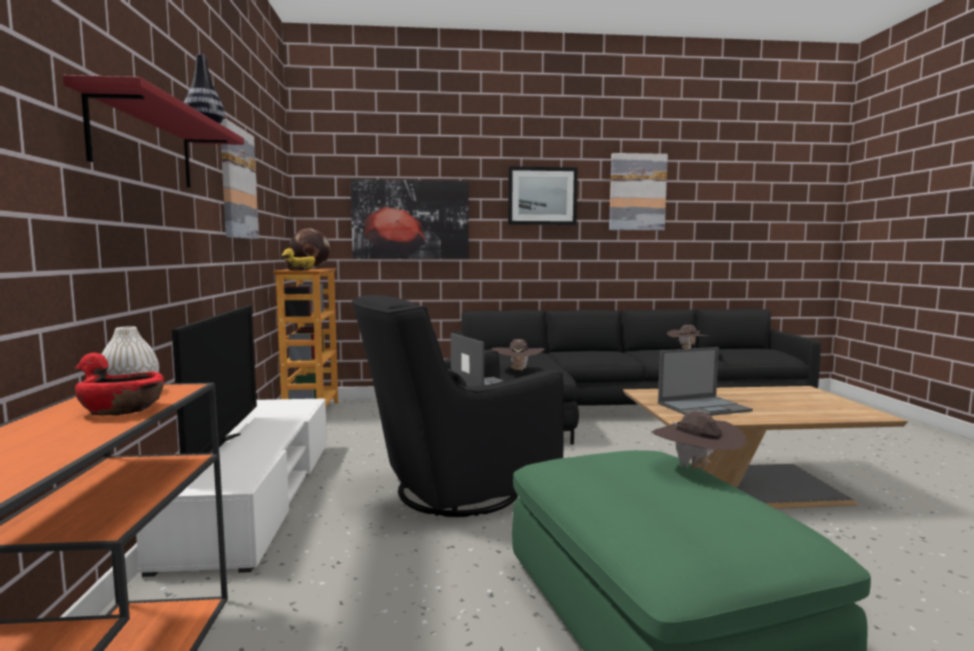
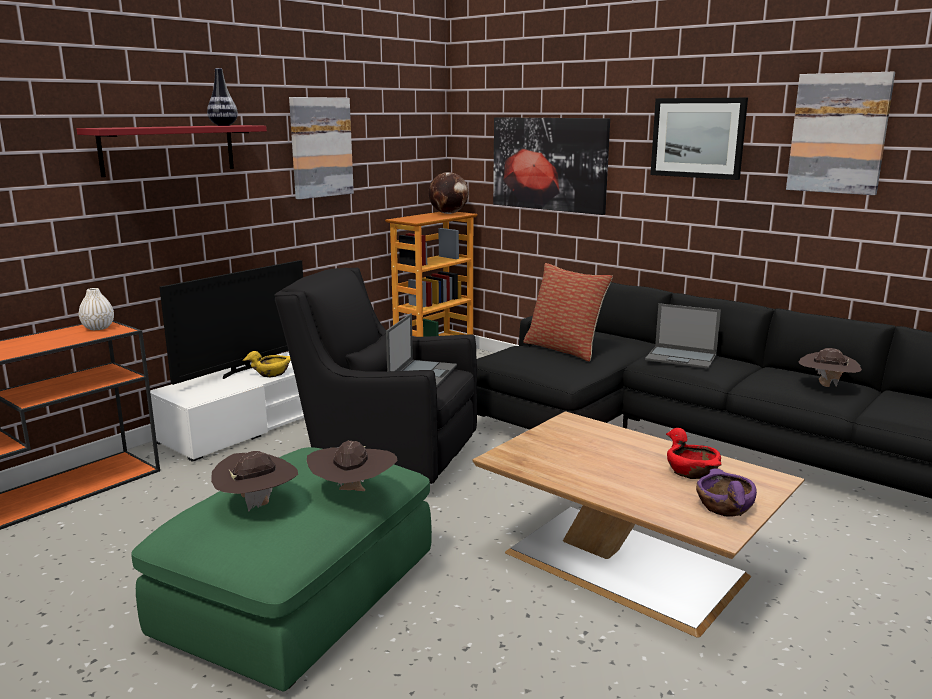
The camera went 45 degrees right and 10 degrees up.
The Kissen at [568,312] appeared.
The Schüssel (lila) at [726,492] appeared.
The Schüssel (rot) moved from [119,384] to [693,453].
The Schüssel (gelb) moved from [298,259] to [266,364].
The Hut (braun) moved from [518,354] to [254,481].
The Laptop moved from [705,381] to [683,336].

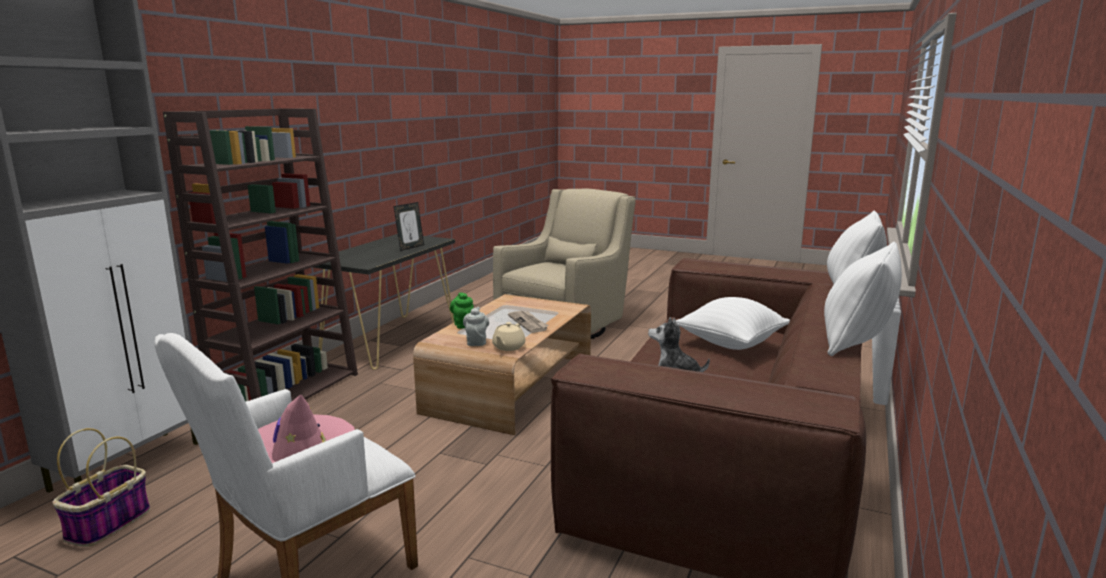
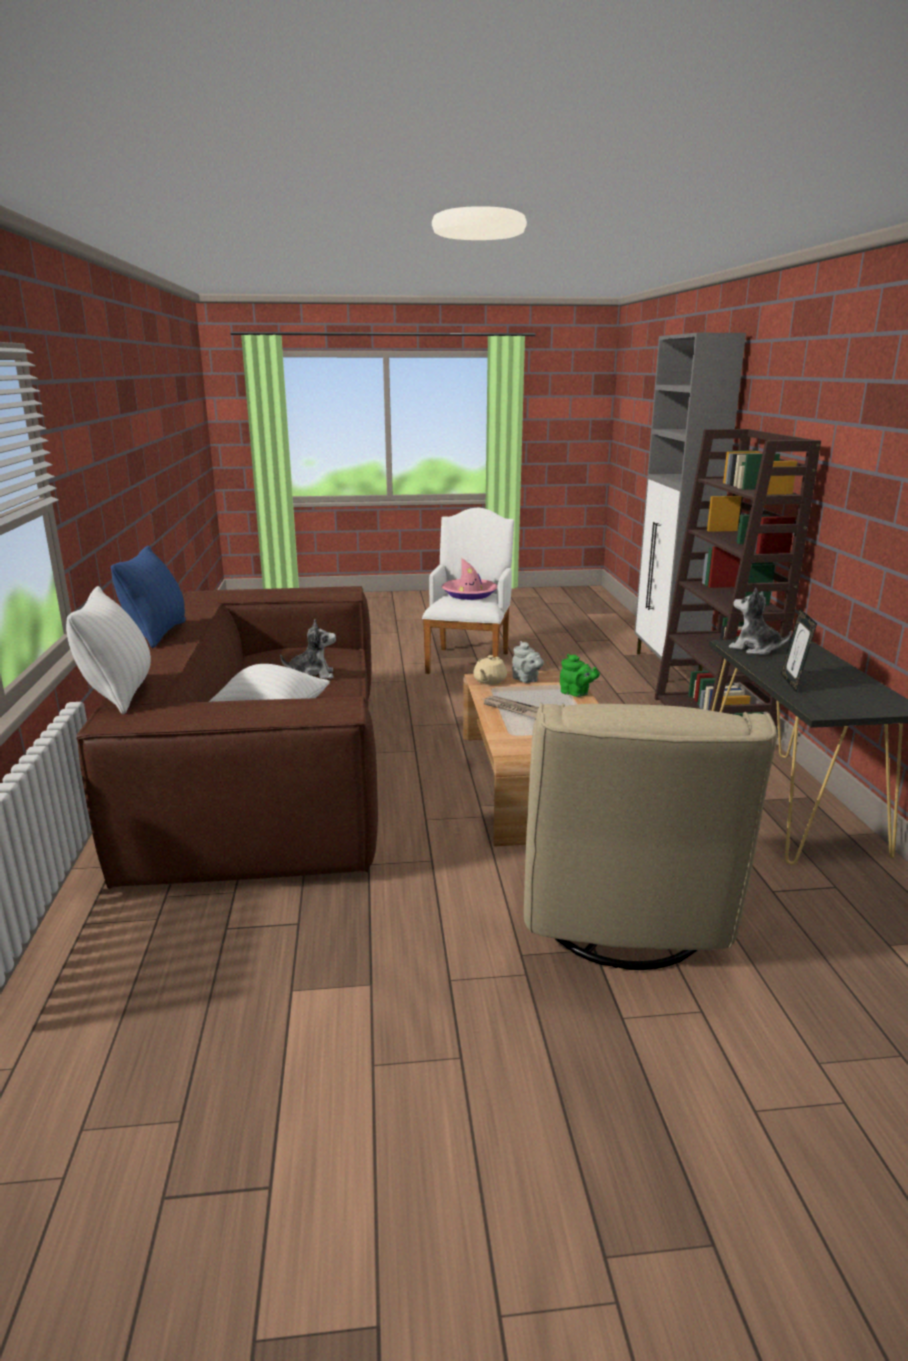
The camera went 150 degrees right and 5 degrees up.
The Korb at [101,487] disappeared.
The Plüschtier at [760,621] appeared.
The Kissen (weiß) at [863,299] became the Kissen (blau) at [148,597].
The Teekanne (beige) at [508,336] turned 150 degrees counterclockwise.

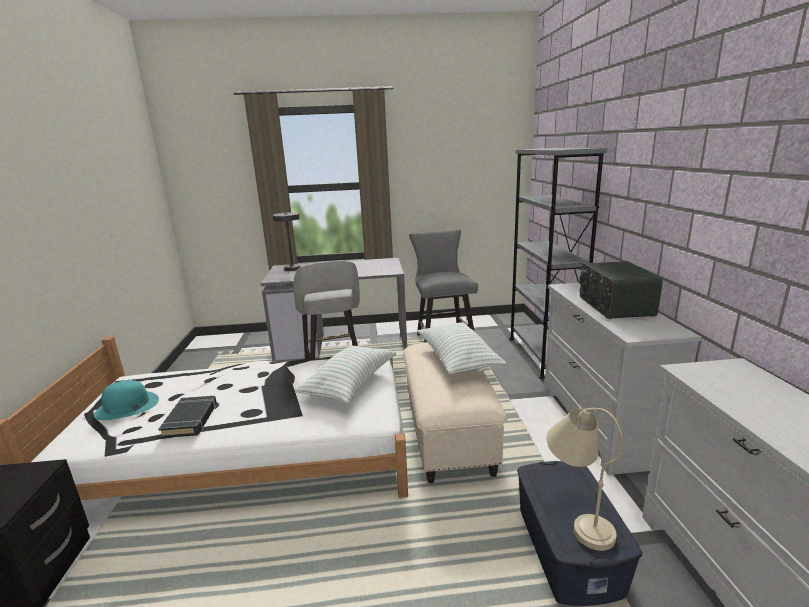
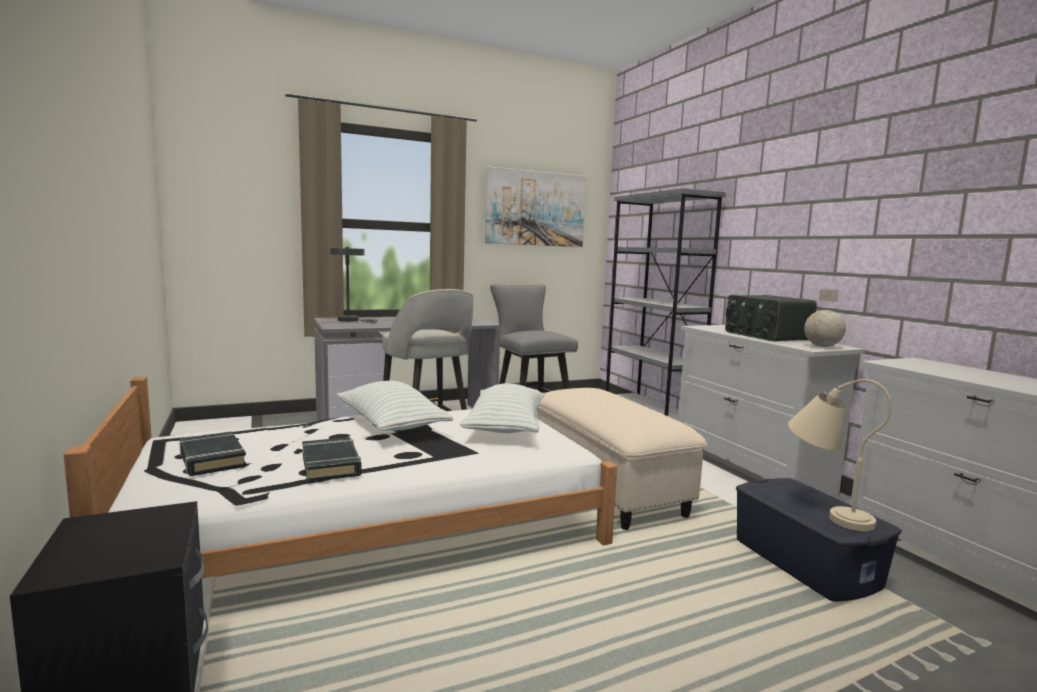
The camera went 20 degrees left and 10 degrees down.
The Bild at [535,206] appeared.
The Globus at [825,318] appeared.
The Kissen moved from [462,348] to [394,406].
The Hut (türkis) at [126,400] was replaced by the Buch (schwarz) at [212,453].

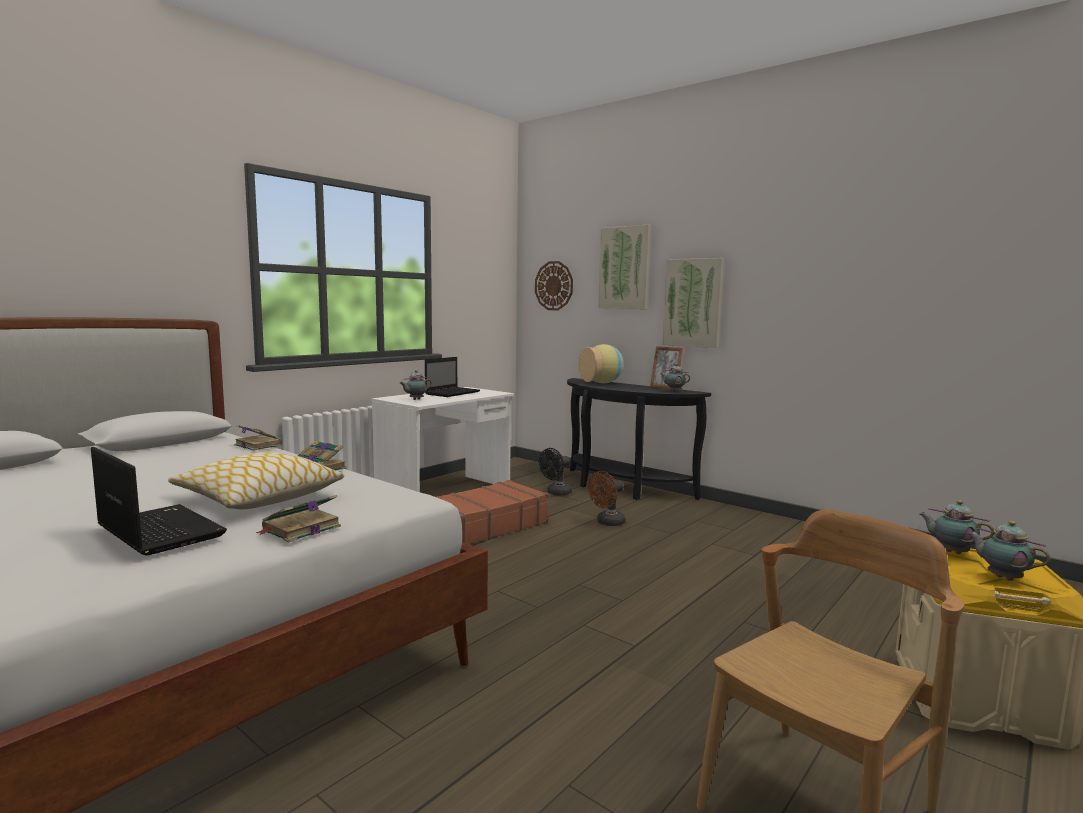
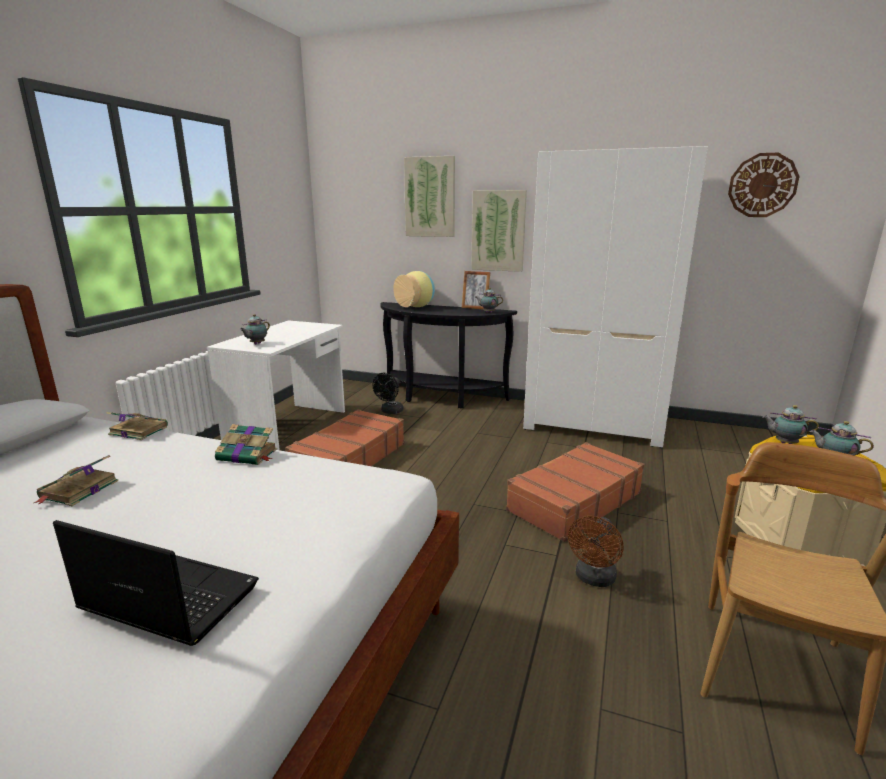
The camera went 20 degrees left and 10 degrees up.
The Kissen at [256,480] disappeared.
The Laptop at [452,377] disappeared.
The Koffer (braun) at [575,492] appeared.
The Kleiderschrank (weiß) at [615,297] appeared.
The Buch moved from [298,518] to [76,480].
The Wanduhr moved from [554,285] to [764,185].
The Ventilator (braun) moved from [607,498] to [596,551].

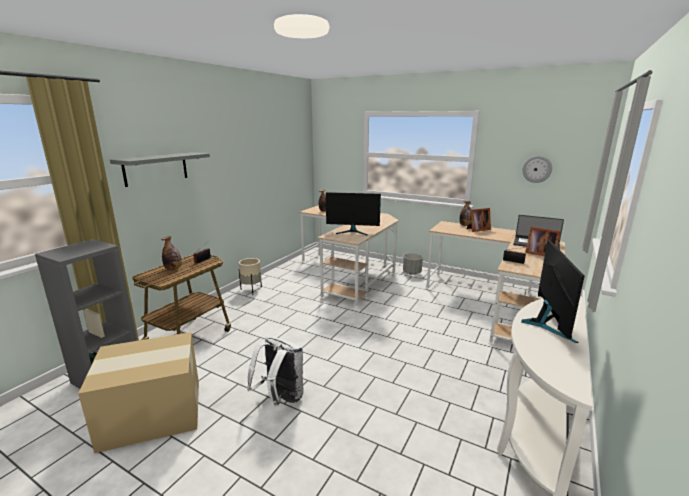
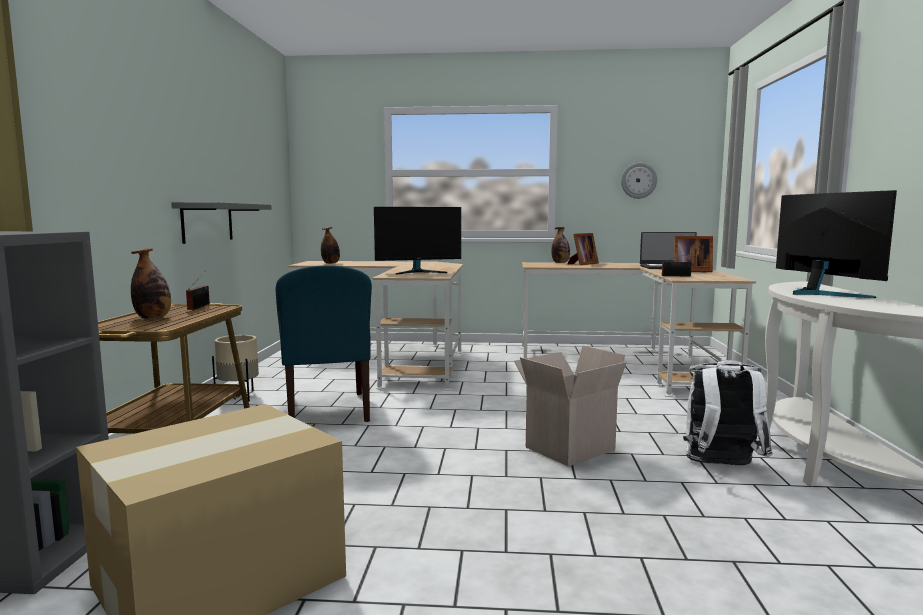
The camera went 25 degrees left and 10 degrees down.
The Pflanzkübel (grau) at [413,264] disappeared.
The Stuhl (blau) at [323,343] appeared.
The Karton at [570,406] appeared.
The Wandregal (grau) moved from [160,169] to [221,223].
The Rucksack (weiß) moved from [275,371] to [728,413].

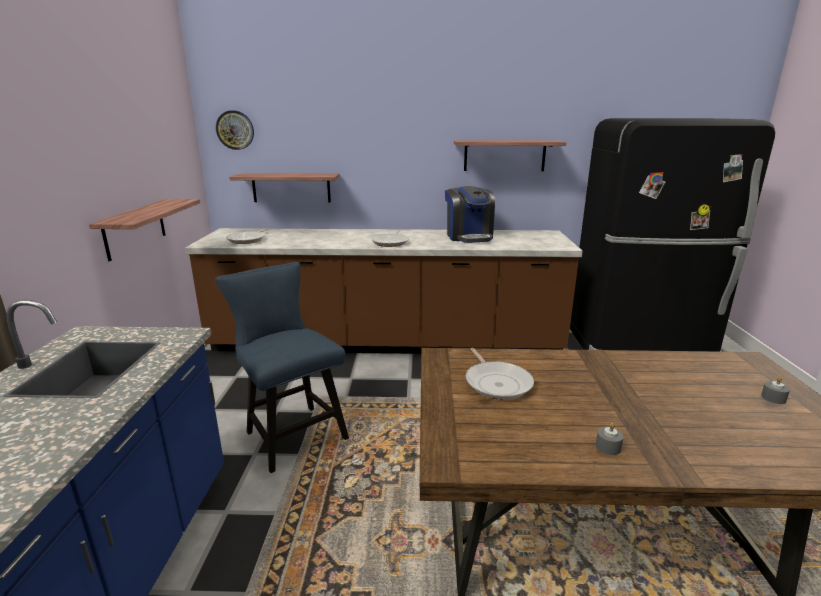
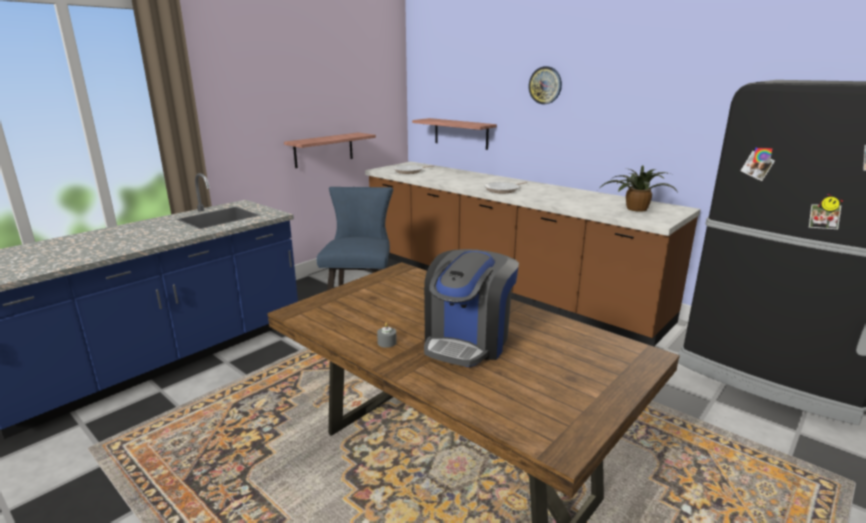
The camera went 40 degrees right and 0 degrees up.
The Wandregal at [510,155] disappeared.
The Pfanne at [500,374] disappeared.
The Kerze (grau) at [775,390] disappeared.
The Topfpflanze at [638,188] appeared.
The Wanduhr moved from [235,130] to [545,85].
The Kaffeemaschine moved from [470,214] to [471,308].

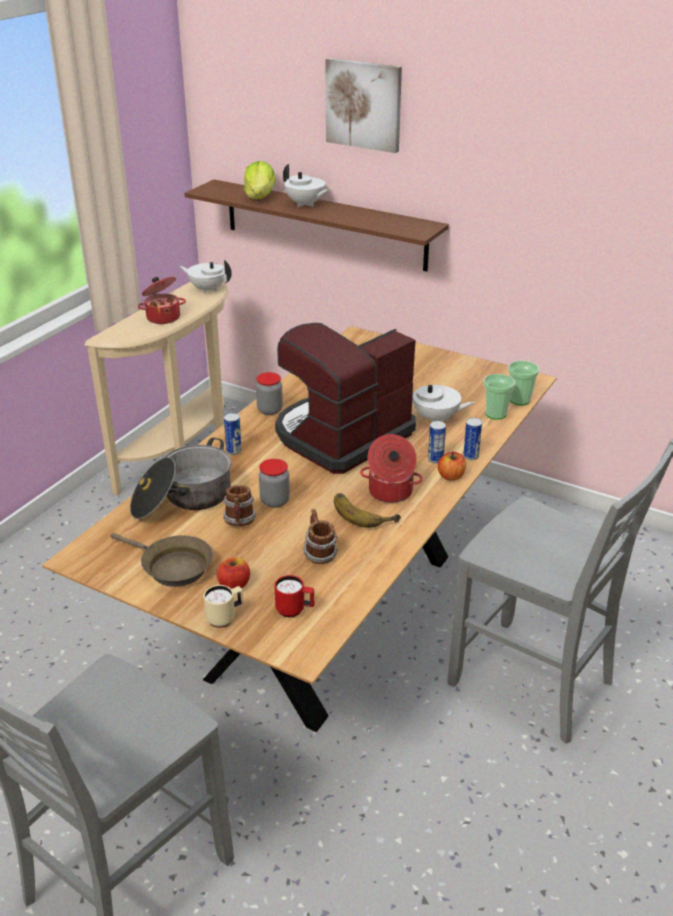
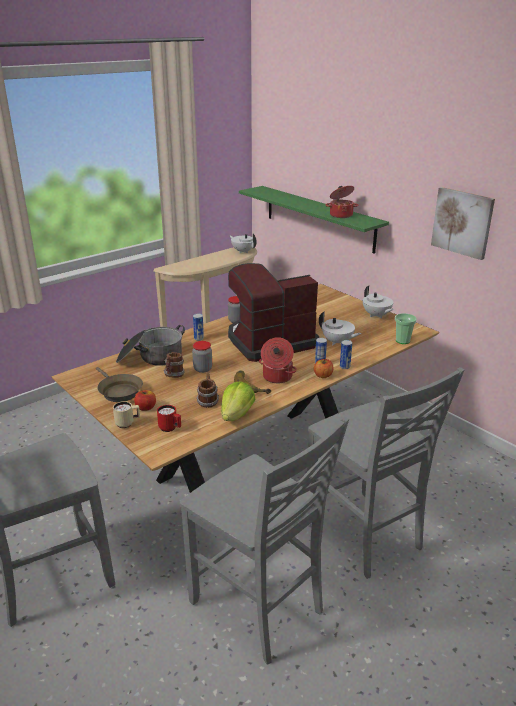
The camera went 20 degrees right and 5 degrees down.
The Tasse at [499,397] disappeared.
The Stuhl (grau) at [264,540] appeared.
The Kochtopf moved from [162,300] to [341,202].
The Salatkopf moved from [260,180] to [238,401].
The Teekanne (weiß) moved from [306,185] to [378,302].
The Bild moved from [363,105] to [463,223].
The Wandregal (braun) at [316,225] became the Wandregal (grün) at [314,220].

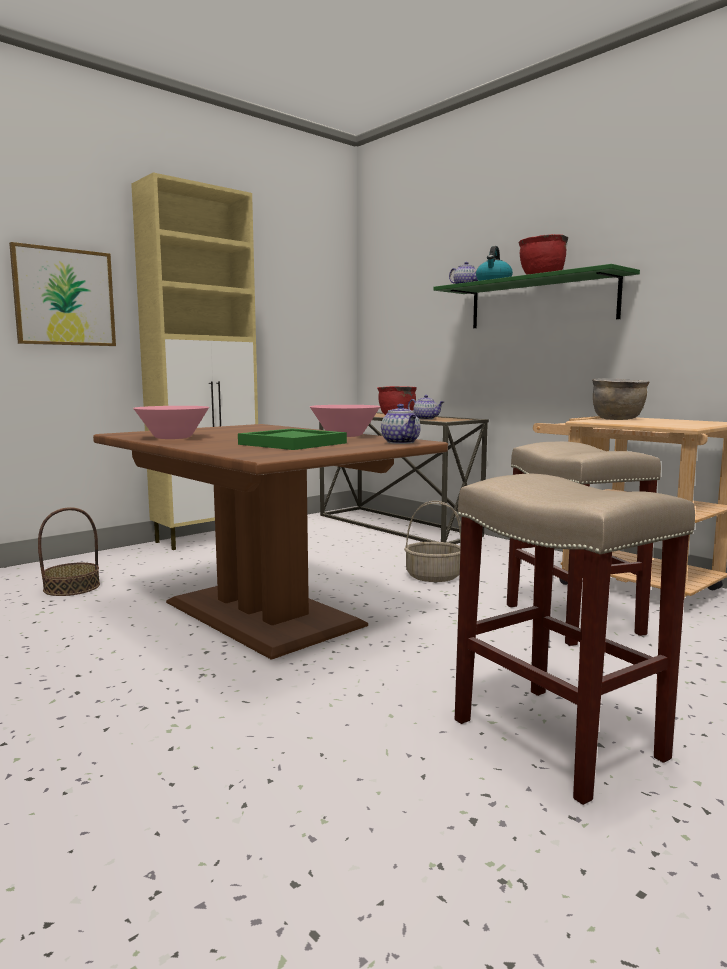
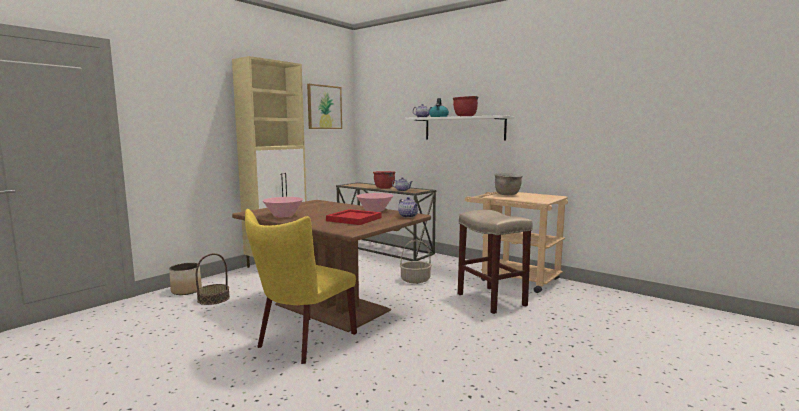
The camera went 10 degrees left and 0 degrees up.
The Hocker (beige) at [575,639] disappeared.
The Pflanzkübel at [185,279] appeared.
The Stuhl (gelb) at [301,286] appeared.
The Bild moved from [62,294] to [324,106].
The Tablett (grün) at [292,439] became the Tablett (rot) at [353,217].
The Wandregal (grün) at [536,296] became the Wandregal (weiß) at [460,128].

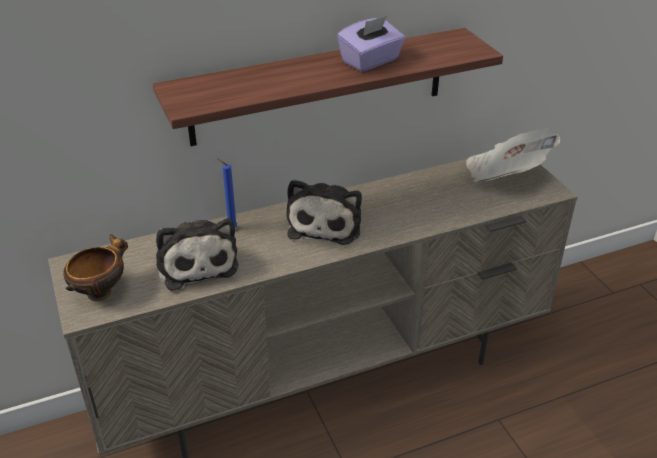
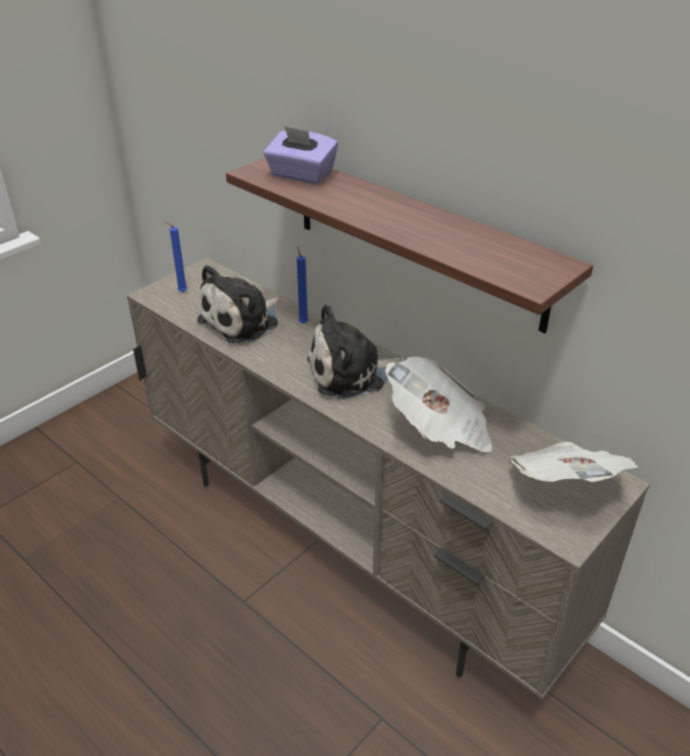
The camera went 65 degrees right and 0 degrees up.
The Zeitung at [438,405] appeared.
The Taschentuchbox (lila) moved from [371,44] to [301,155].
The Schüssel at [95,267] was replaced by the Kerze (blau) at [175,256].

